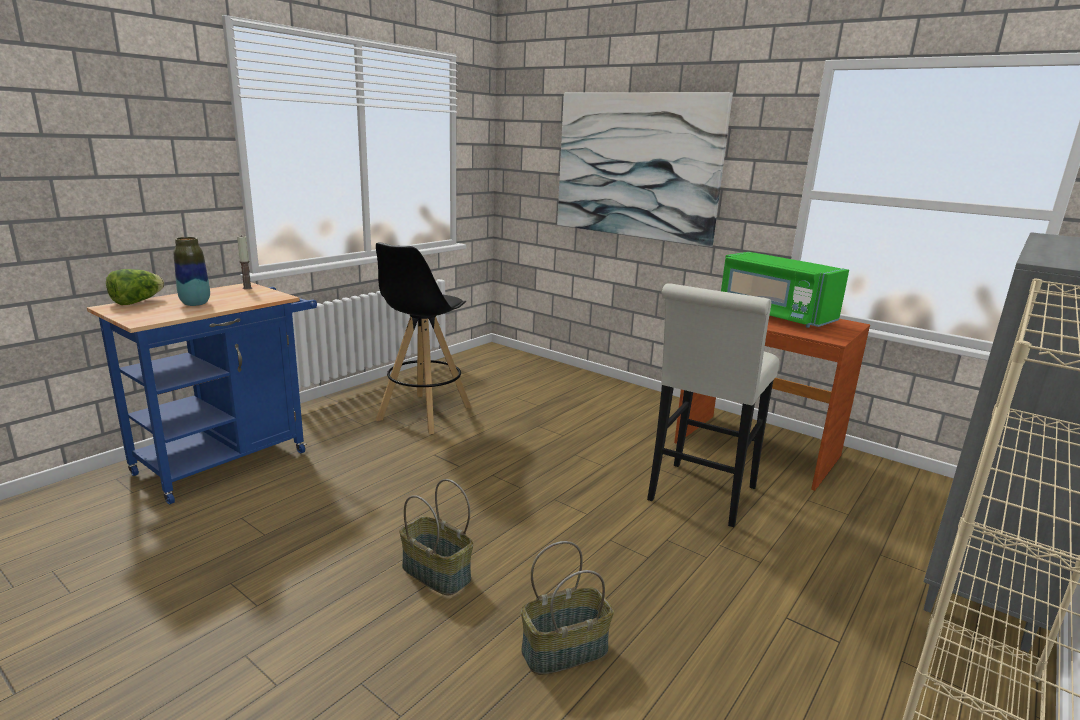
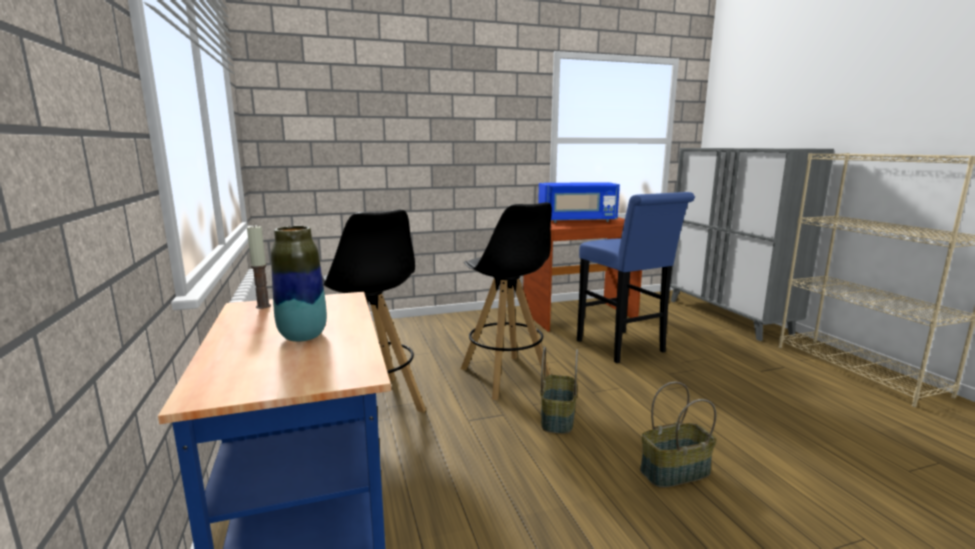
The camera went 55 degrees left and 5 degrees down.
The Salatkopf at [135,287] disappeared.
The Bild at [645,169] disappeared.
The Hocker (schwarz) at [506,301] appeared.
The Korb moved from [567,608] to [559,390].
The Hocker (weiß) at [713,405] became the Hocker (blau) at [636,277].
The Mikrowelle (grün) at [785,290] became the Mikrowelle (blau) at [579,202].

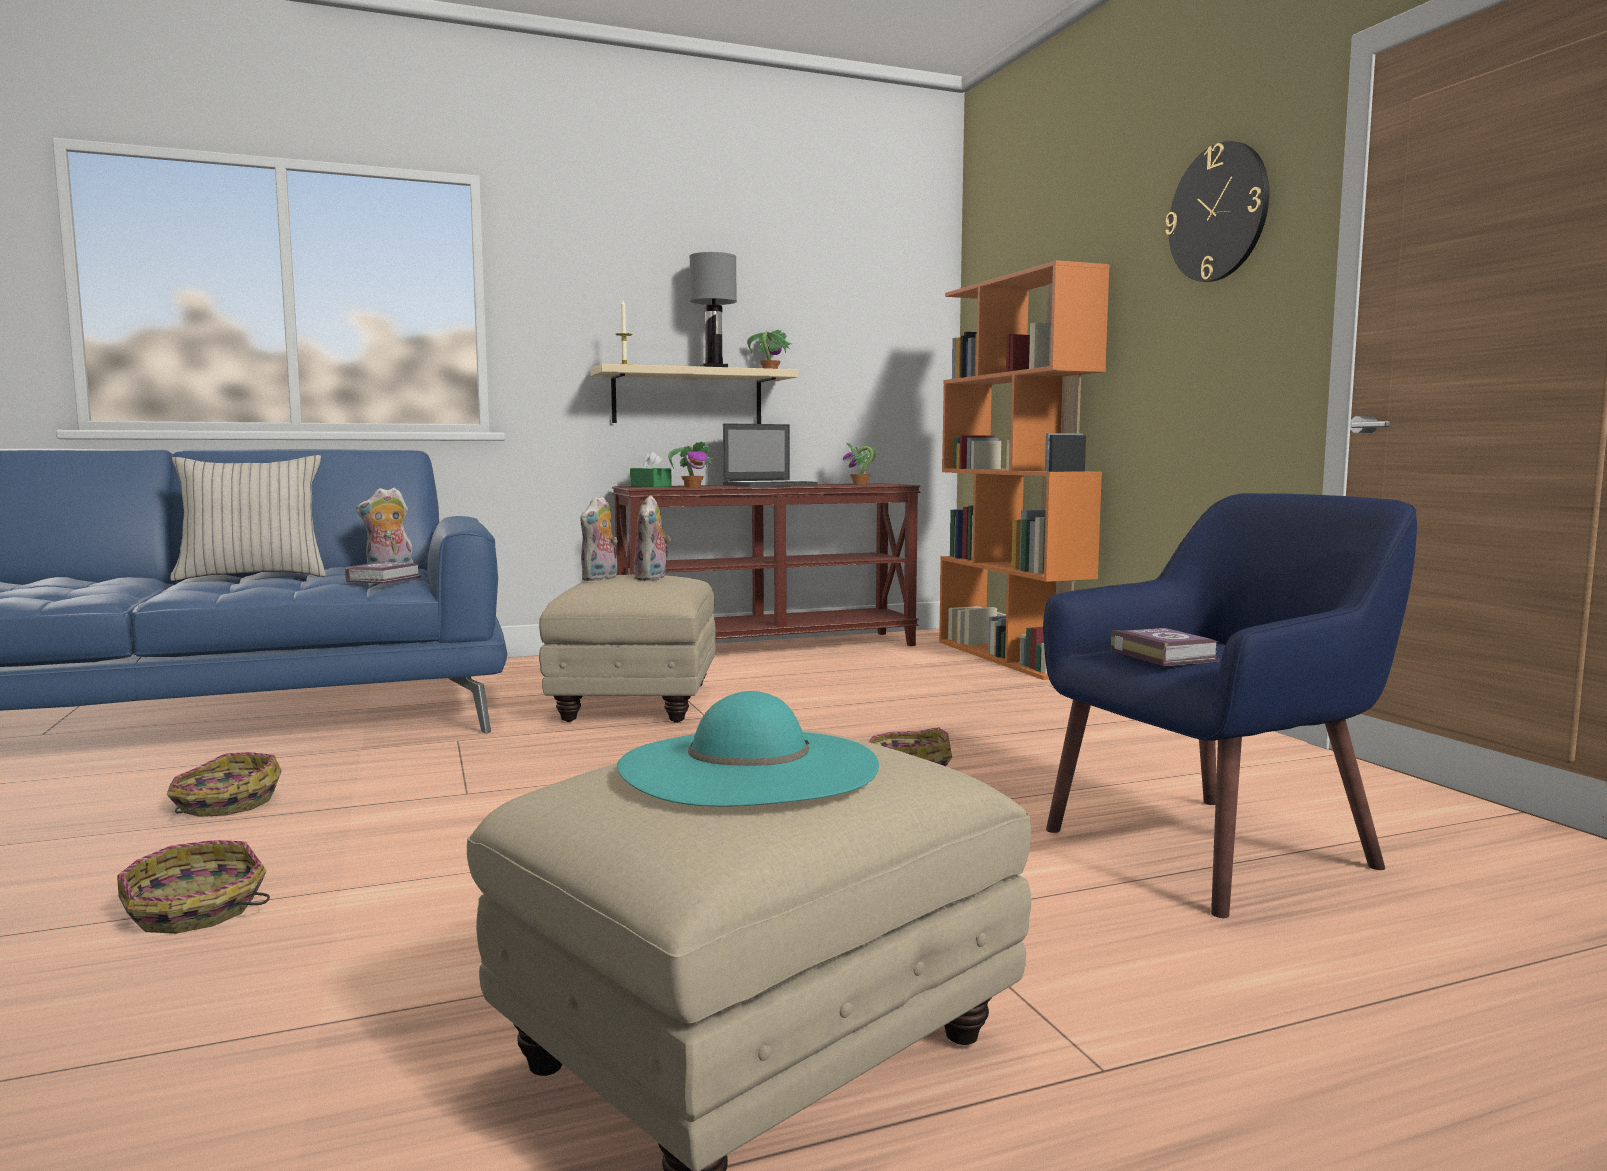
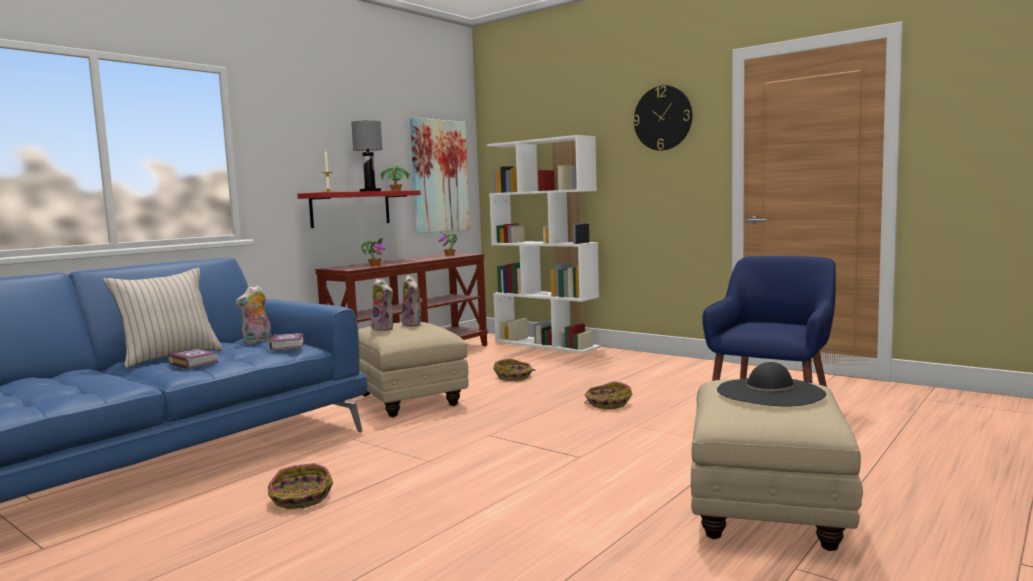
The camera went 30 degrees left and 0 degrees up.
The Taschentuchbox (grün) at [651,469] disappeared.
The Laptop at [770,455] disappeared.
The Bild at [440,175] appeared.
The Korb moved from [193,887] to [514,370].
The Buch moved from [1165,647] to [193,359].
The Wandregal (beige) at [694,394] became the Wandregal (rot) at [359,209].
The Hut (türkis) at [748,749] became the Hut (schwarz) at [771,384].
The Bücherregal (orange) at [1024,470] became the Bücherregal (weiß) at [543,244].
The Plüschtier at [599,538] turned 45 degrees counterclockwise.

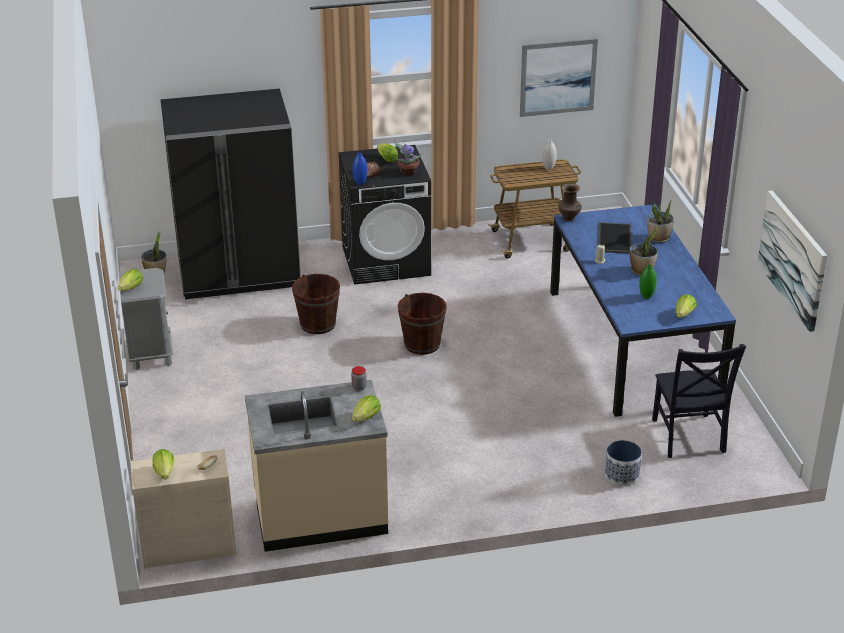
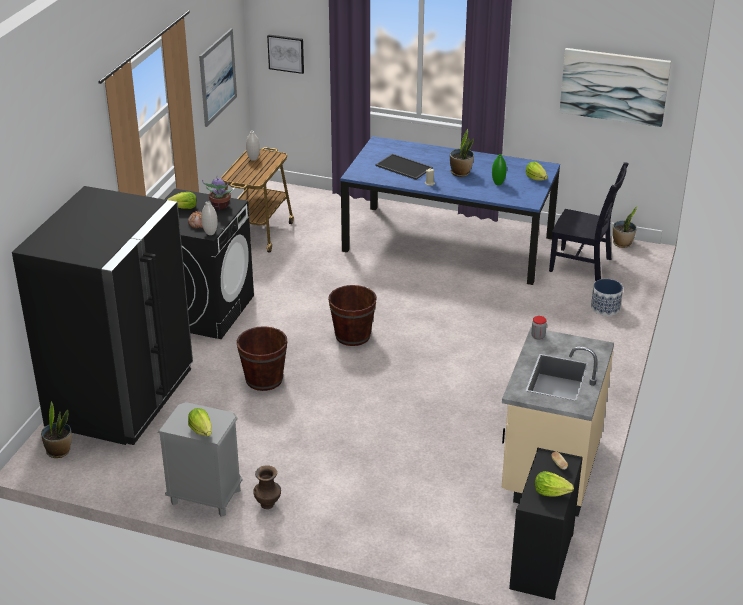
The camera went 60 degrees left and 0 degrees up.
The Salatkopf at [366,408] disappeared.
The Bild at [285,54] appeared.
The Vase (braun) moved from [570,202] to [267,487].
The Topfpflanze moved from [660,221] to [625,227].
The Kommode (beige) at [183,508] became the Kommode (schwarz) at [546,524].
The Vase (blau) at [360,169] became the Vase (weiß) at [209,218].

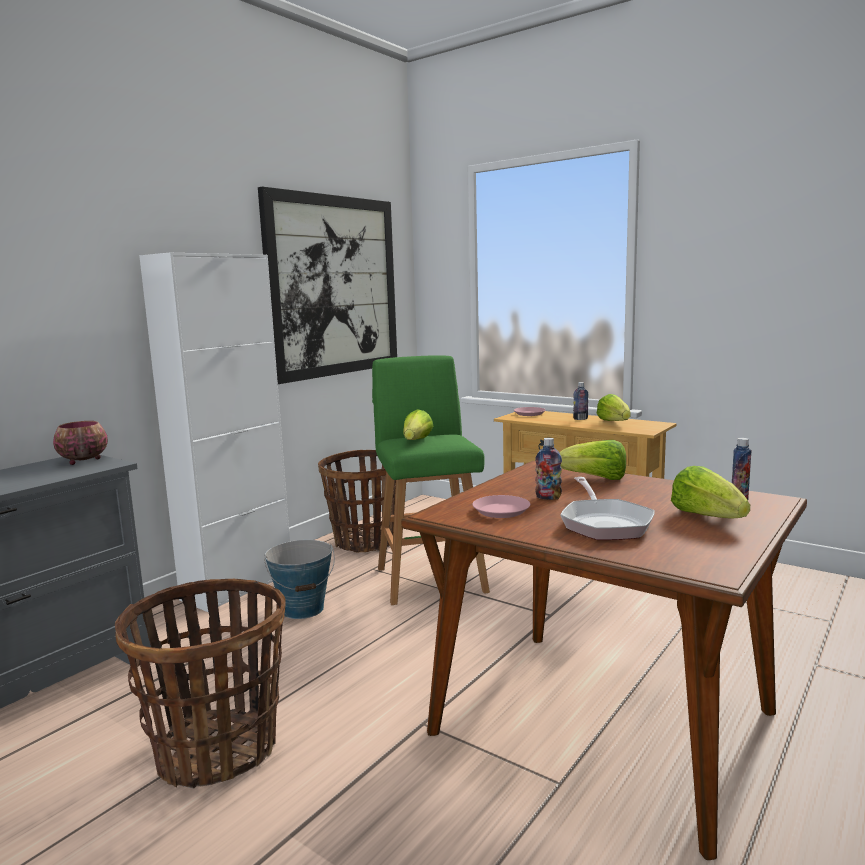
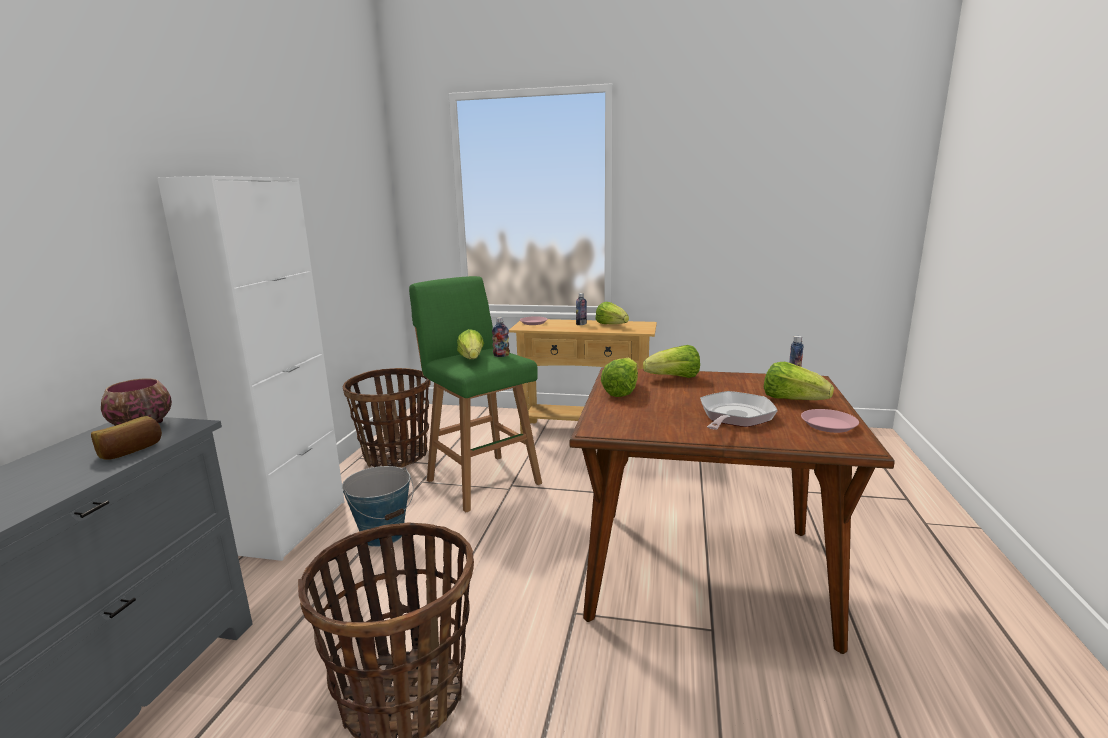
The camera went 25 degrees left and 5 degrees up.
The Bild at [327,285] disappeared.
The Brot at [126,437] appeared.
The Salatkopf at [619,377] appeared.
The Teller (rosa) moved from [501,506] to [830,421].
The Flasche moved from [548,469] to [501,337].
The Pfanne at [607,508] turned 120 degrees counterclockwise.

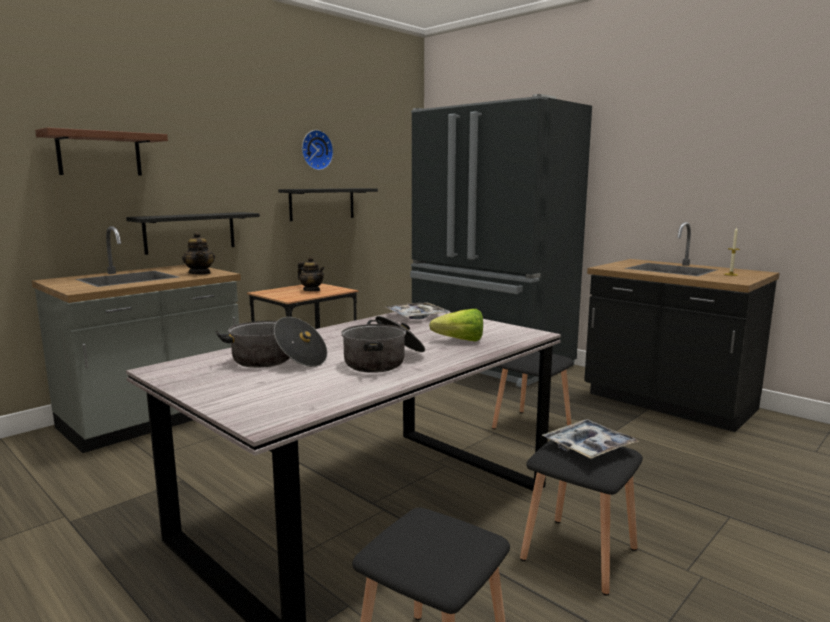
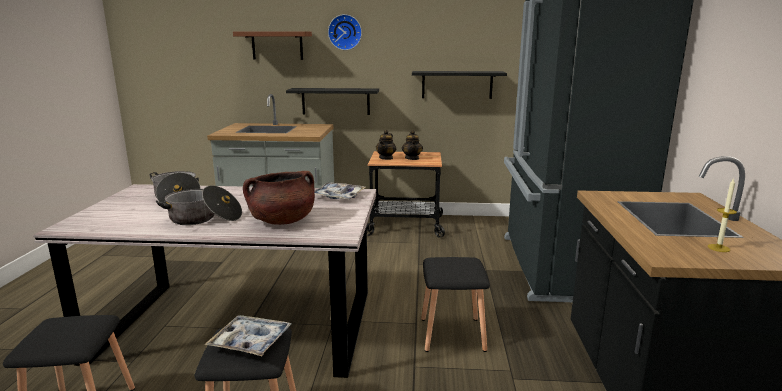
The camera went 50 degrees right and 5 degrees up.
The Teekanne moved from [198,252] to [386,145].
The Wanduhr moved from [318,150] to [345,32].
The Salatkopf at [456,325] was replaced by the Kochtopf (braun) at [279,198].

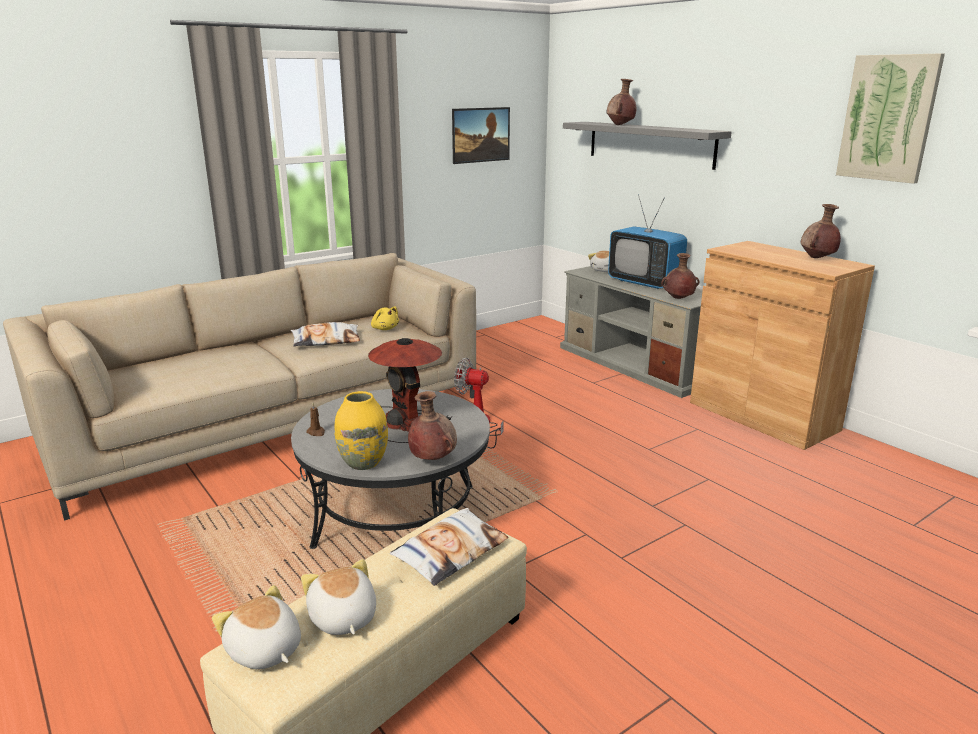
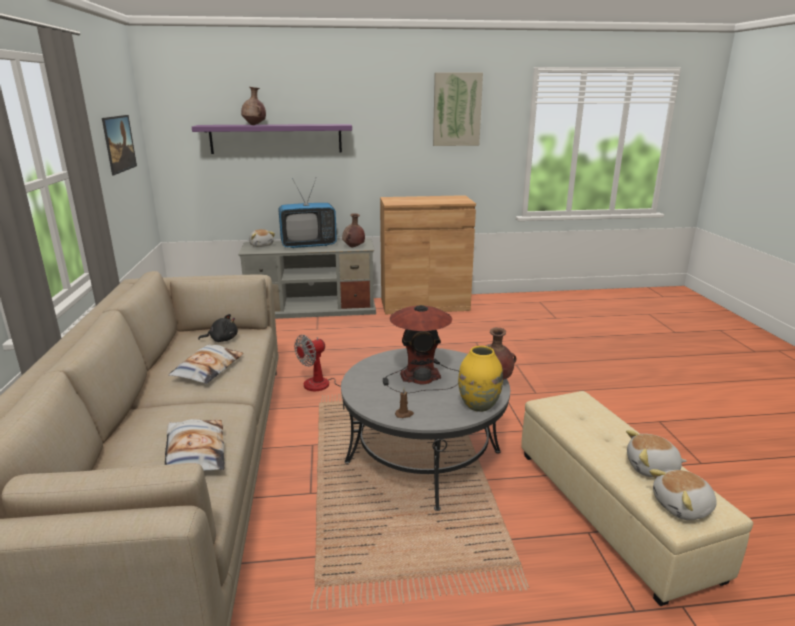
The camera went 60 degrees left and 0 degrees up.
The Vase (braun) at [820,231] disappeared.
The Kissen moved from [448,547] to [195,445].
The Plüschtier (gelb) at [385,318] became the Plüschtier (schwarz) at [218,328].
The Wandregal (grau) at [647,146] became the Wandregal (lila) at [272,139].

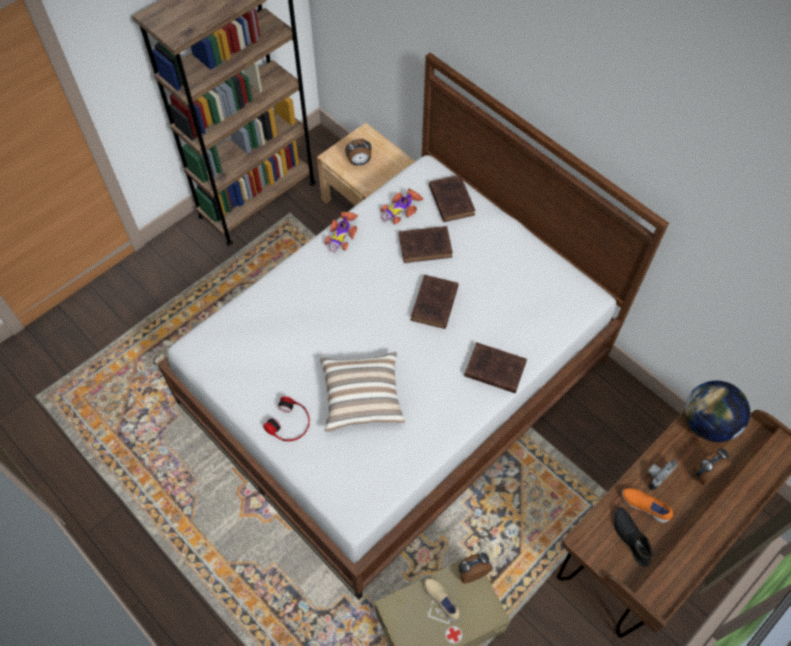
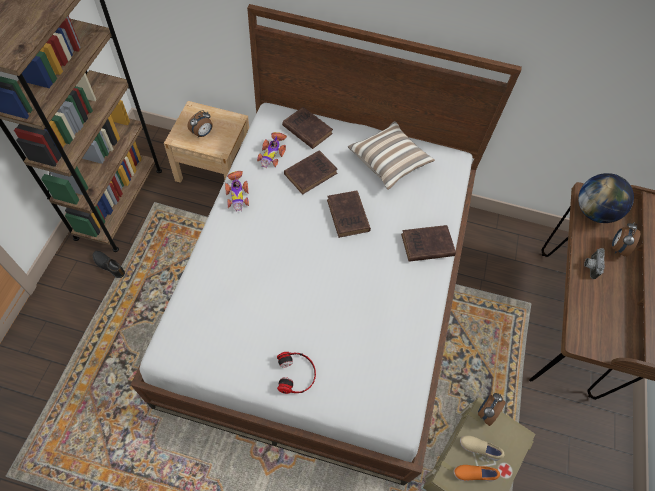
The camera went 35 degrees left and 0 degrees up.
The Kissen moved from [362,392] to [391,155].
The Schuh (schwarz) moved from [633,537] to [109,264].
The Schuh (orange) moved from [647,505] to [477,473].

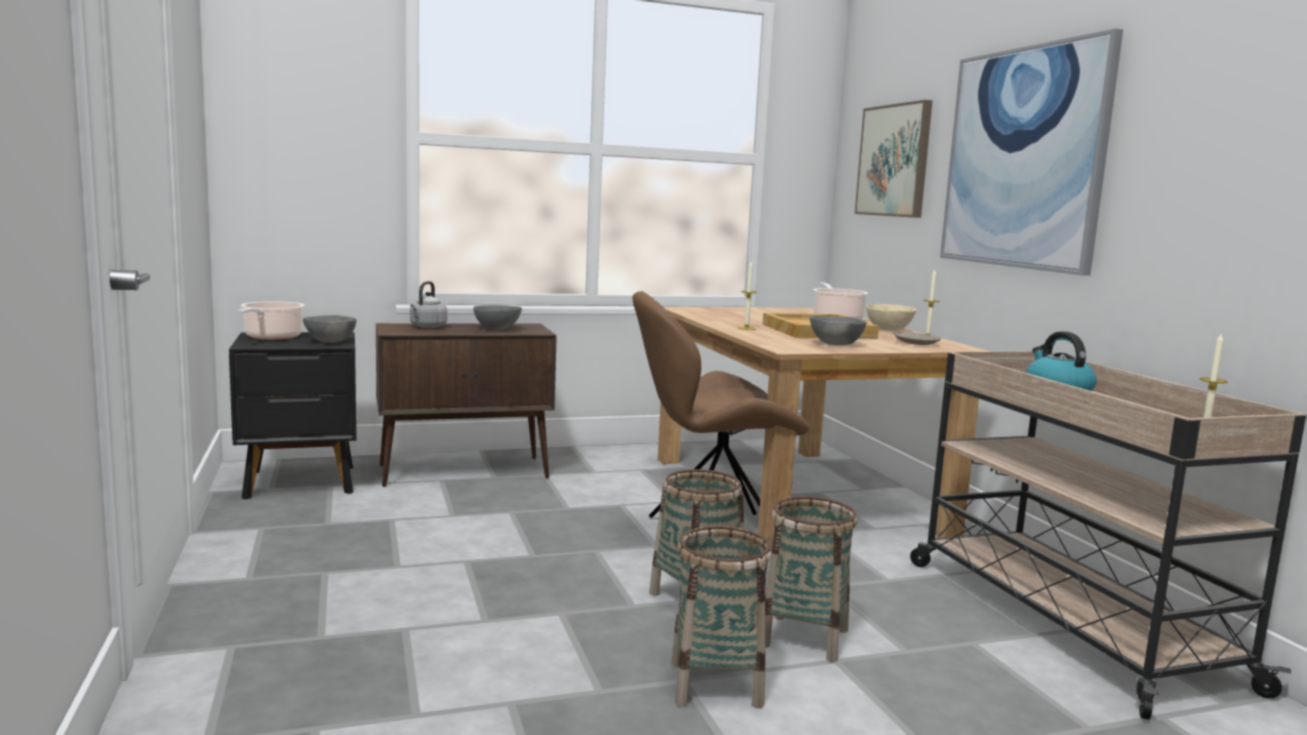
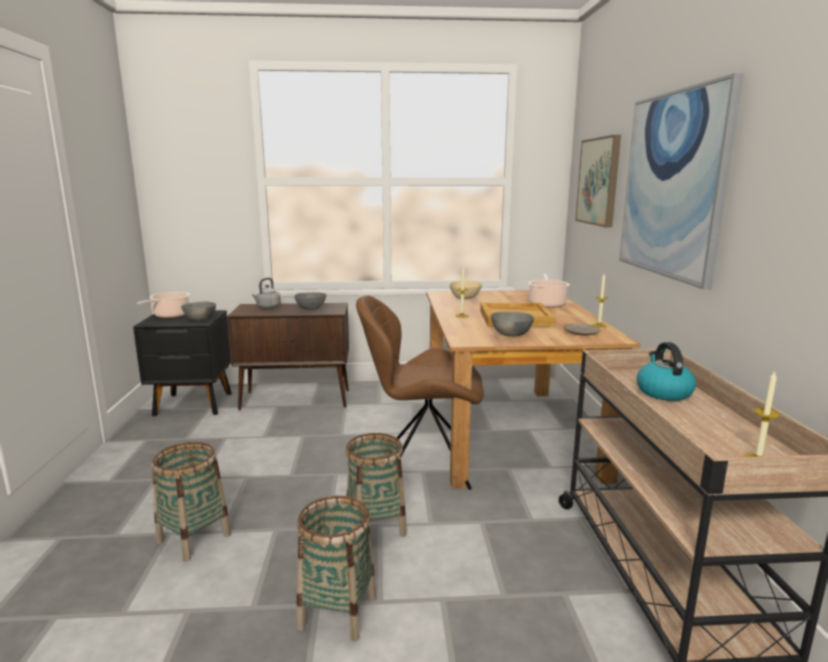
The camera went 15 degrees right and 5 degrees up.
The Korb moved from [811,579] to [191,502].
The Schüssel (beige) moved from [891,317] to [466,289].

